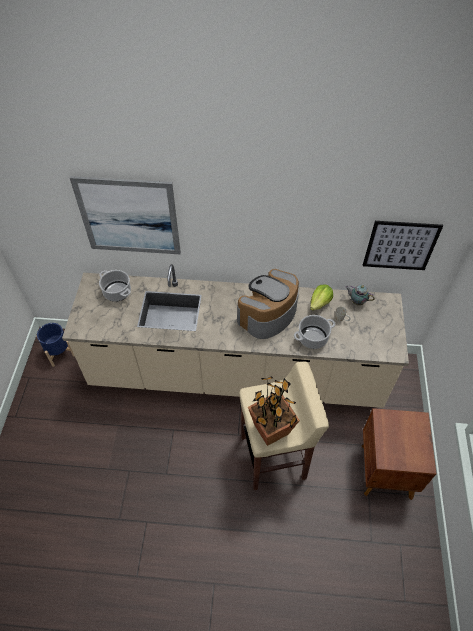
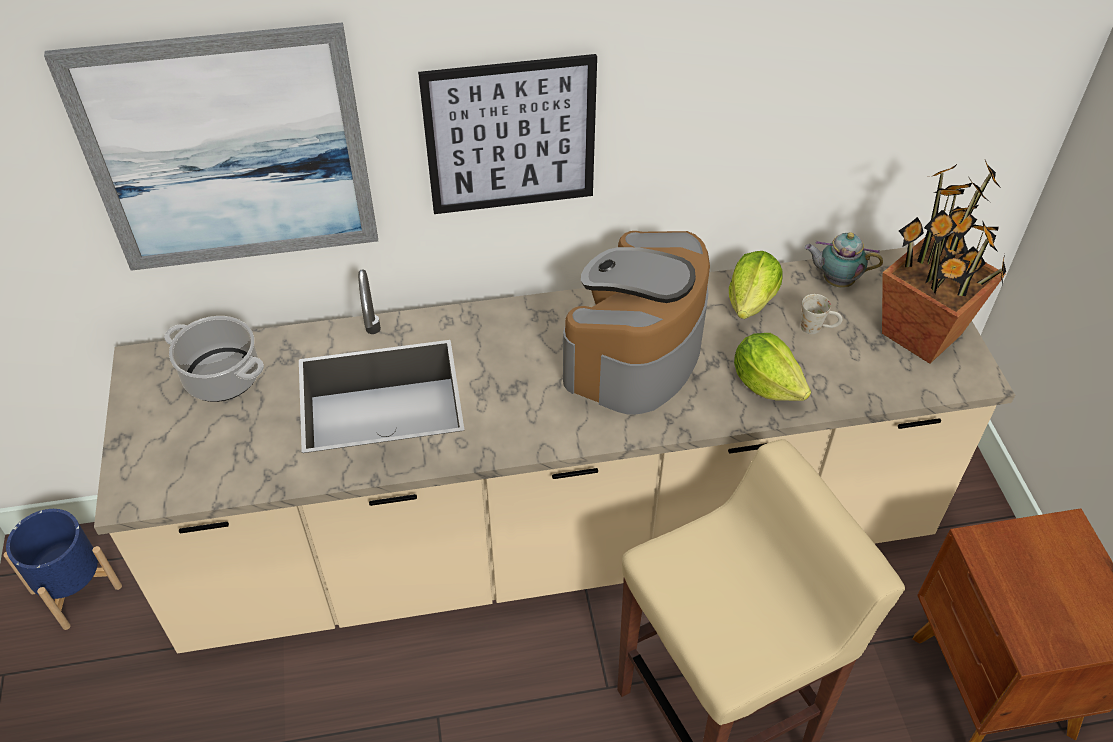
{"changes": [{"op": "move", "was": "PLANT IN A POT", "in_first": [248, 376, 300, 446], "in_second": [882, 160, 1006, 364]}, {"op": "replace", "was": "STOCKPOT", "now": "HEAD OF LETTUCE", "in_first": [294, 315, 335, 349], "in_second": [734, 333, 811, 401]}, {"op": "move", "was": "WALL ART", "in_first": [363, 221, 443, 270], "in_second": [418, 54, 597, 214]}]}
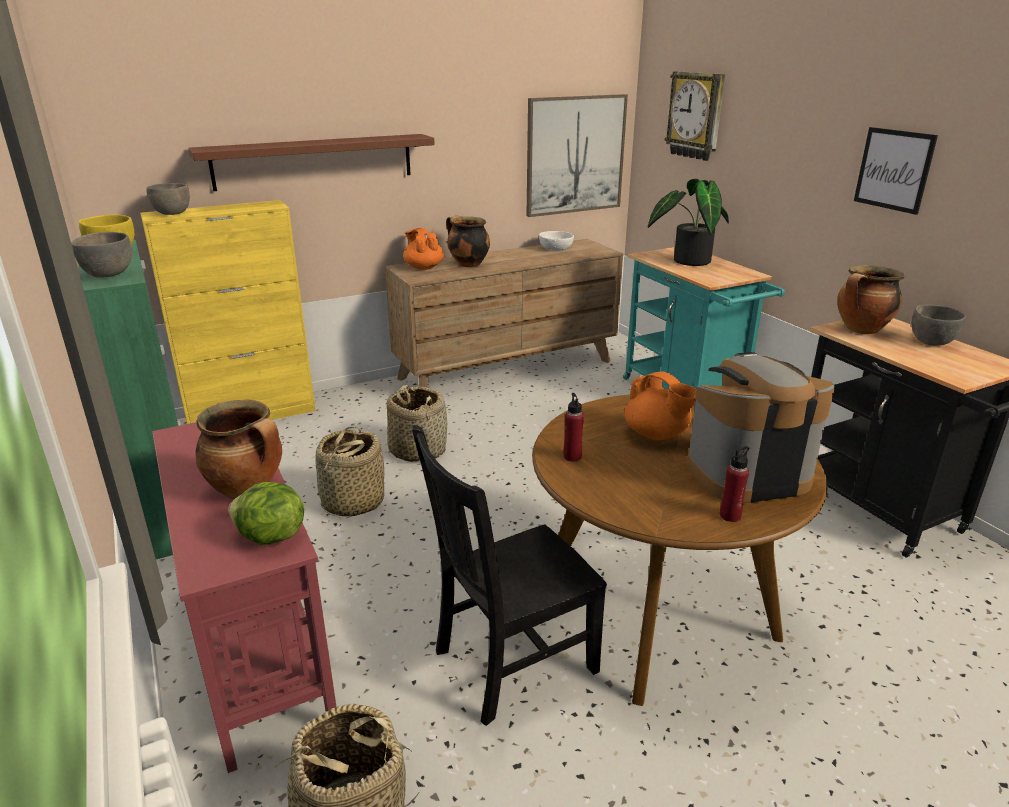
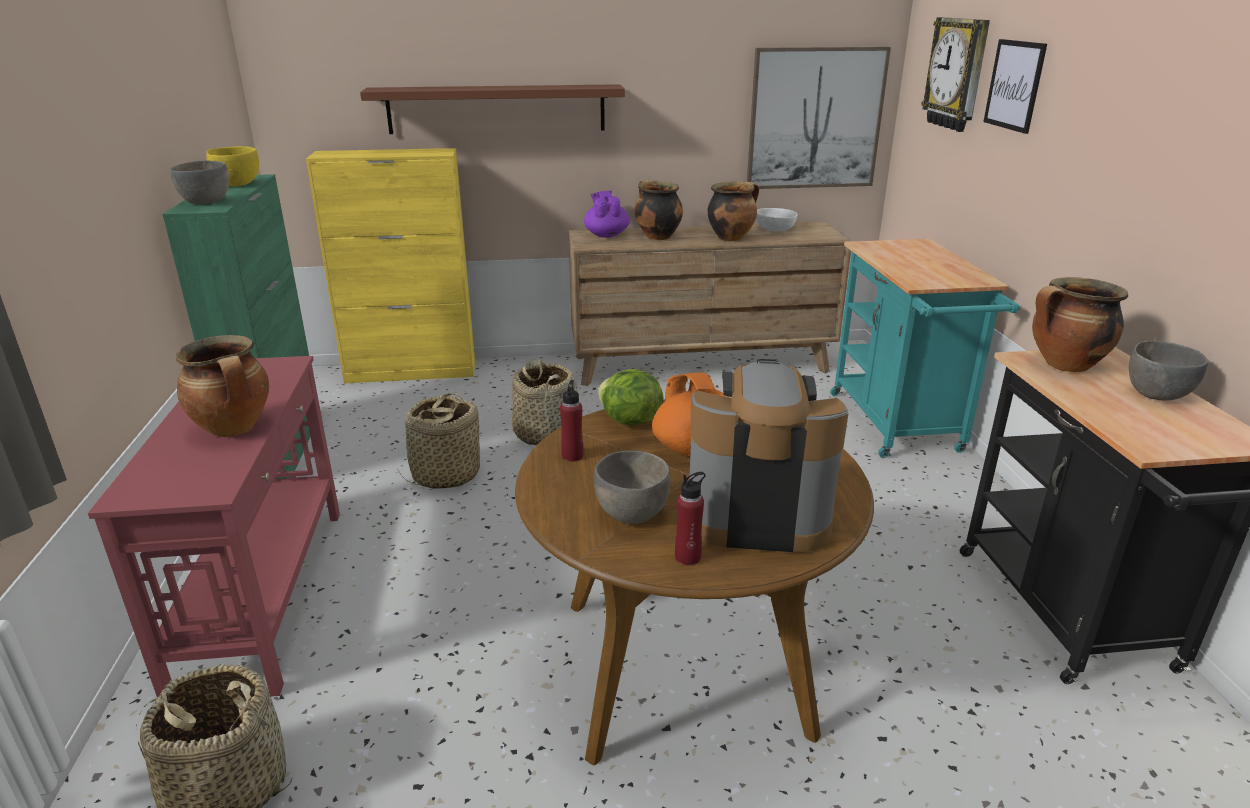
{"changes": [{"op": "move", "was": "GREY BOWL", "in_first": [146, 183, 190, 215], "in_second": [594, 451, 671, 524]}, {"op": "move", "was": "HEAD OF LETTUCE", "in_first": [228, 482, 304, 545], "in_second": [598, 369, 663, 425]}, {"op": "recolor", "was": "ORANGE TEA POT", "now": "PURPLE-COLOURED TEA POT", "in_first": [403, 228, 444, 270], "in_second": [584, 190, 630, 238]}, {"op": "delete", "was": "BLACKISH UPRIGHT CHAIR", "in_first": [411, 425, 607, 726]}, {"op": "delete", "was": "PLANT IN A POT", "in_first": [648, 179, 729, 266]}, {"op": "move", "was": "WALL ART", "in_first": [854, 127, 938, 215], "in_second": [983, 39, 1047, 134]}, {"op": "insert", "now": "STOCKPOT", "in_second": [708, 181, 759, 241]}]}
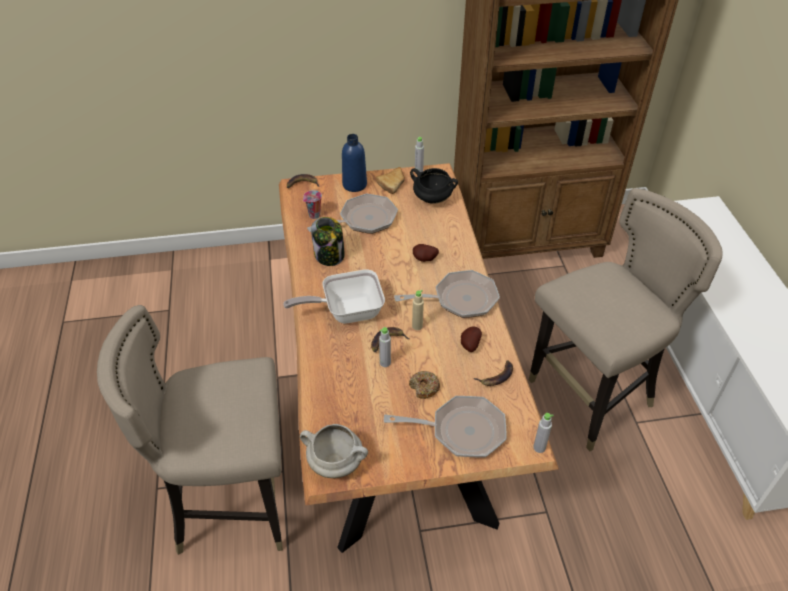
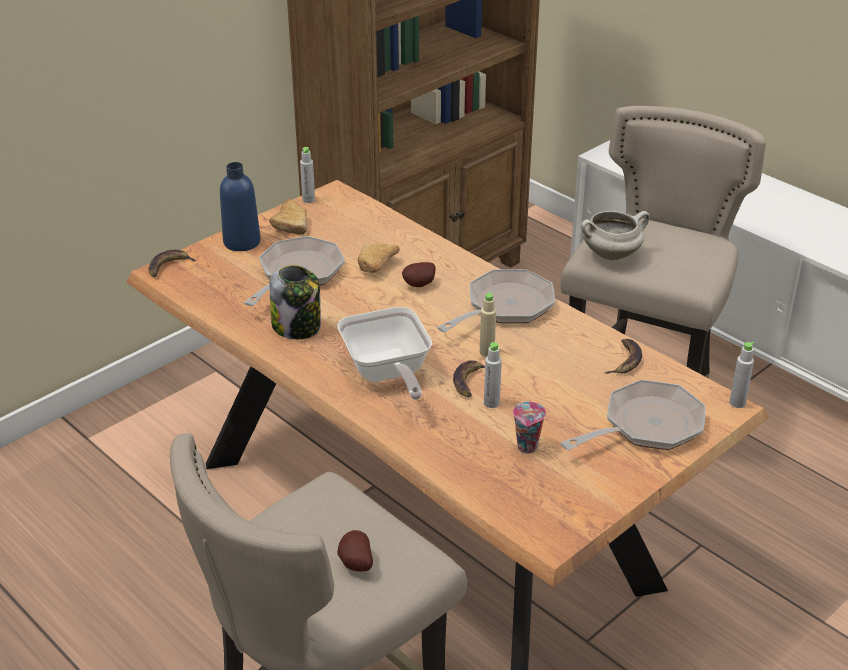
{"changes": [{"op": "rotate", "was": "PAN", "in_first": [284, 269, 385, 324], "in_second": [337, 307, 432, 400], "clockwise": -60}, {"op": "move", "was": "WHITE STOCKPOT", "in_first": [300, 424, 368, 478], "in_second": [581, 211, 650, 261]}, {"op": "move", "was": "DRINKING CUP", "in_first": [303, 190, 322, 219], "in_second": [513, 402, 546, 454]}, {"op": "delete", "was": "DOUGHNUT", "in_first": [409, 371, 440, 399]}, {"op": "delete", "was": "BLACKISH STOCKPOT", "in_first": [410, 168, 458, 204]}, {"op": "move", "was": "POTATO", "in_first": [461, 326, 482, 352], "in_second": [337, 530, 373, 571]}, {"op": "insert", "now": "BREAD", "in_second": [358, 243, 400, 273]}]}
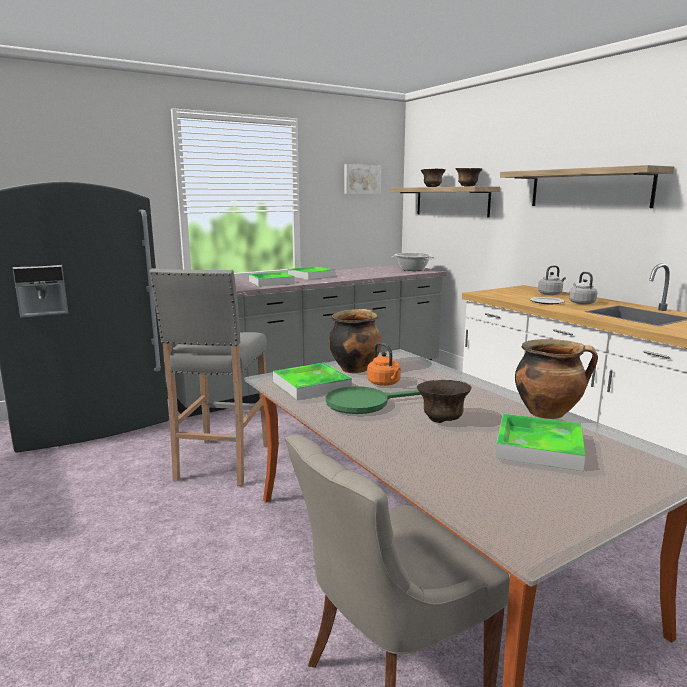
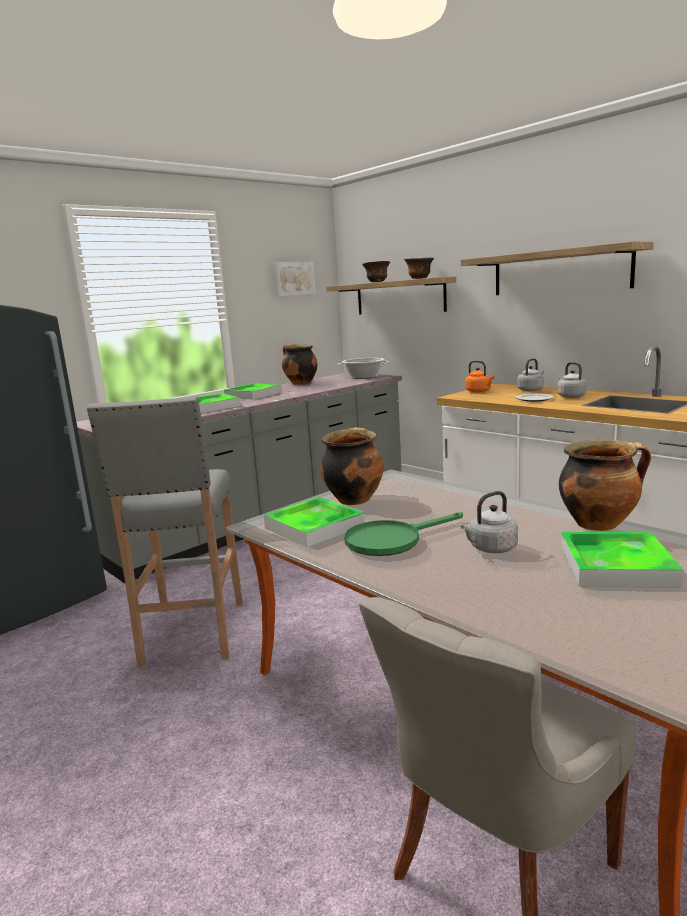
{"changes": [{"op": "move", "was": "ORANGE KETTLE", "in_first": [367, 342, 401, 386], "in_second": [465, 360, 495, 393]}, {"op": "replace", "was": "BROWNISH BOWL", "now": "GREY KETTLE", "in_first": [417, 380, 471, 423], "in_second": [461, 491, 518, 553]}, {"op": "insert", "now": "STOCKPOT", "in_second": [282, 344, 318, 385]}]}
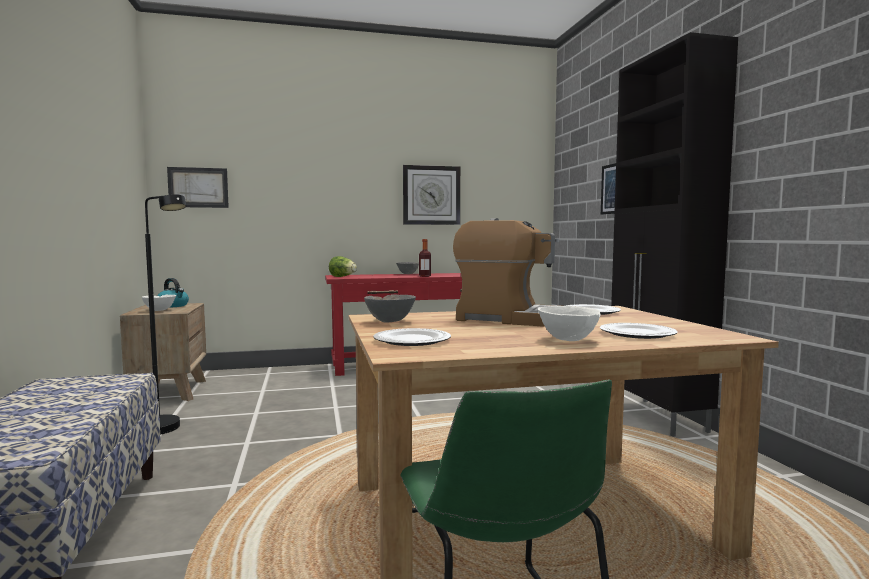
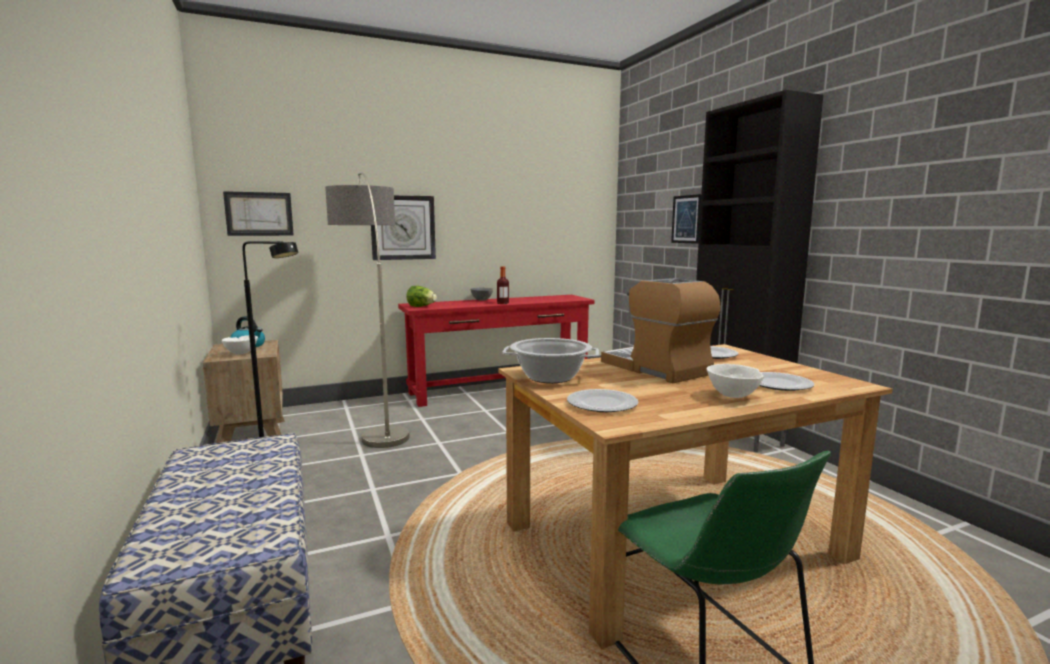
{"changes": [{"op": "replace", "was": "GREY BOWL", "now": "STOCKPOT", "in_first": [364, 294, 416, 322], "in_second": [502, 338, 599, 383]}, {"op": "move", "was": "WALL CLOCK", "in_first": [403, 165, 460, 225], "in_second": [371, 195, 436, 260]}, {"op": "rotate", "was": "COFFEE MACHINE", "in_first": [453, 218, 559, 327], "in_second": [601, 278, 721, 383], "clockwise": -135}, {"op": "insert", "now": "FLOOR LAMP", "in_second": [325, 172, 410, 448]}]}
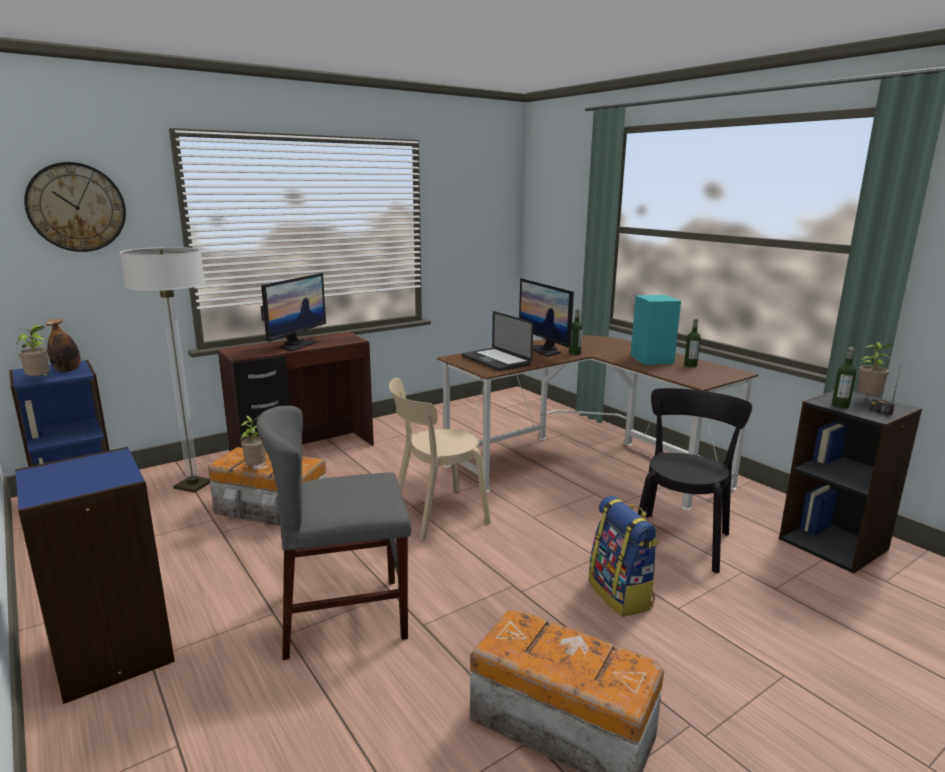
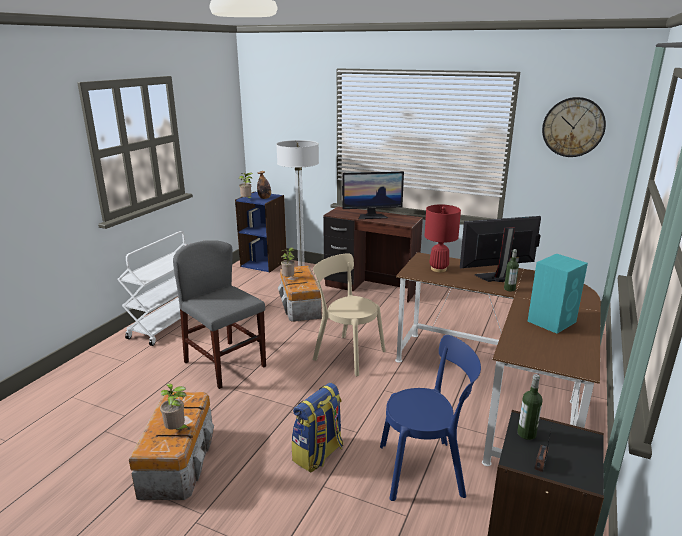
{"changes": [{"op": "replace", "was": "BLUE SHELVING UNIT", "now": "WHITE WHEELED CART", "in_first": [15, 447, 175, 704], "in_second": [117, 231, 187, 346]}, {"op": "move", "was": "WALL CLOCK", "in_first": [24, 162, 126, 252], "in_second": [542, 97, 606, 157]}, {"op": "replace", "was": "PORTABLE COMPUTER", "now": "RED-COLOURED TABLETOP LAMP", "in_first": [462, 311, 533, 371], "in_second": [424, 204, 461, 272]}, {"op": "rotate", "was": "COMPUTER SCREEN", "in_first": [519, 278, 574, 357], "in_second": [460, 216, 541, 282], "clockwise": 45}, {"op": "recolor", "was": "BLACKISH UPRIGHT CHAIR", "now": "BLUE UPRIGHT CHAIR", "in_first": [638, 388, 752, 573], "in_second": [380, 335, 481, 501]}, {"op": "delete", "was": "DRINK BOTTLE", "in_first": [684, 318, 701, 367]}, {"op": "move", "was": "PLANT IN A POT", "in_first": [857, 342, 891, 396], "in_second": [160, 383, 189, 430]}]}
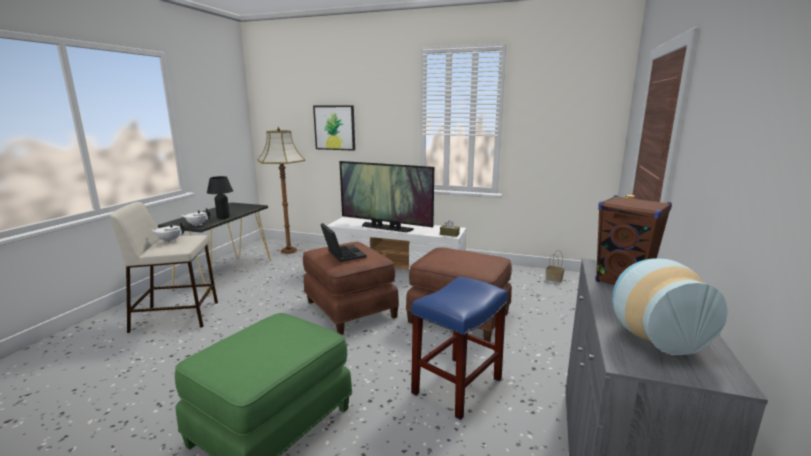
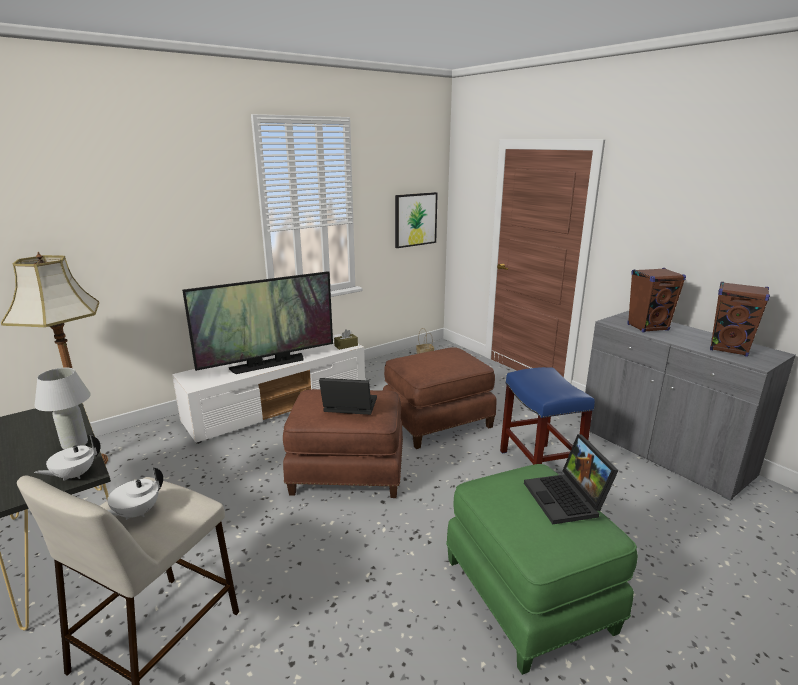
{"changes": [{"op": "recolor", "was": "BLACKISH TABLETOP LAMP", "now": "WHITE TABLETOP LAMP", "in_first": [207, 176, 233, 219], "in_second": [35, 368, 91, 449]}, {"op": "move", "was": "WALL ART", "in_first": [313, 105, 355, 151], "in_second": [395, 192, 438, 248]}, {"op": "replace", "was": "VASE", "now": "BROWNISH AUDIO SPEAKER", "in_first": [612, 259, 728, 355], "in_second": [710, 282, 770, 357]}, {"op": "insert", "now": "PORTABLE COMPUTER", "in_second": [524, 434, 618, 524]}]}
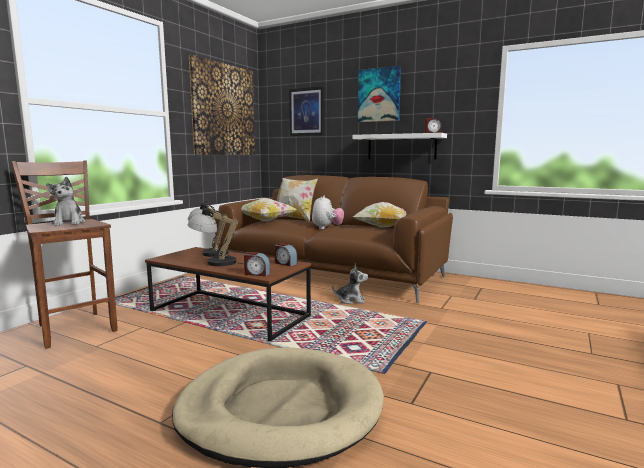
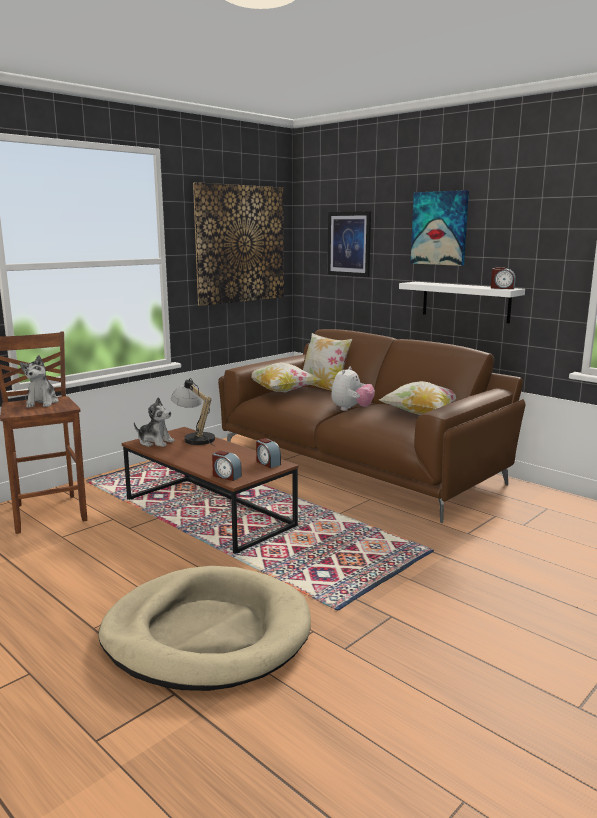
{"changes": [{"op": "delete", "was": "TABLETOP LAMP", "in_first": [187, 206, 244, 266]}, {"op": "move", "was": "PLUSH TOY", "in_first": [332, 264, 368, 304], "in_second": [134, 397, 175, 447]}]}
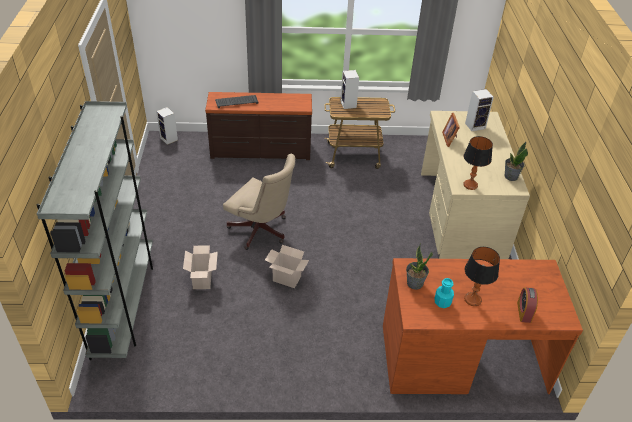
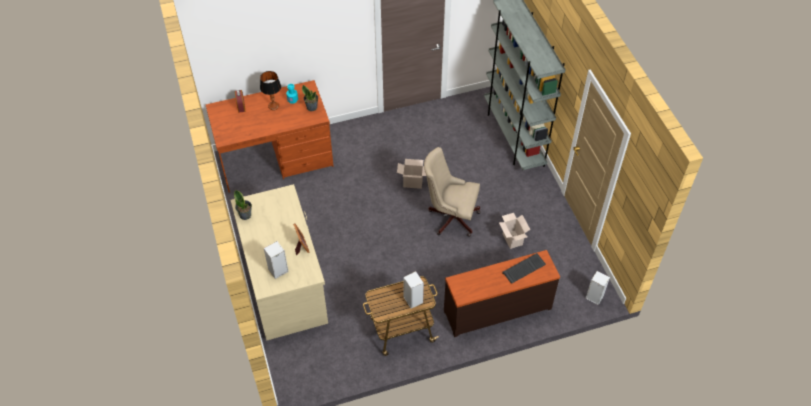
{"changes": [{"op": "move", "was": "PACKING BOX", "in_first": [183, 245, 218, 289], "in_second": [499, 213, 530, 249]}, {"op": "delete", "was": "TABLETOP LAMP", "in_first": [463, 136, 493, 190]}]}
